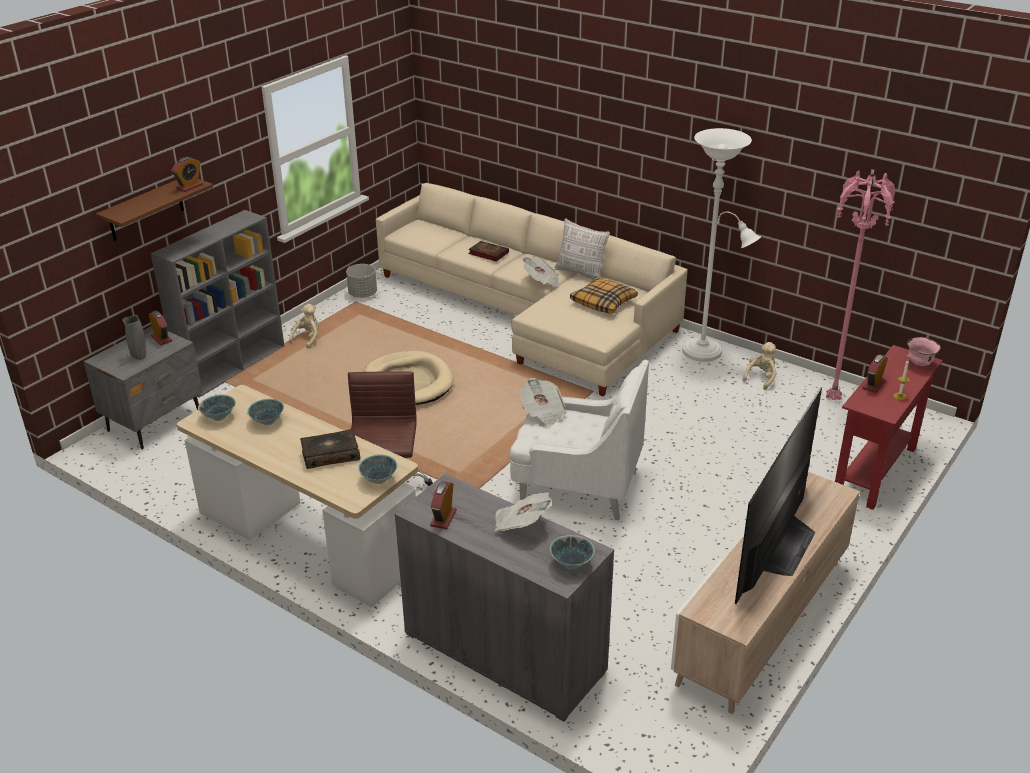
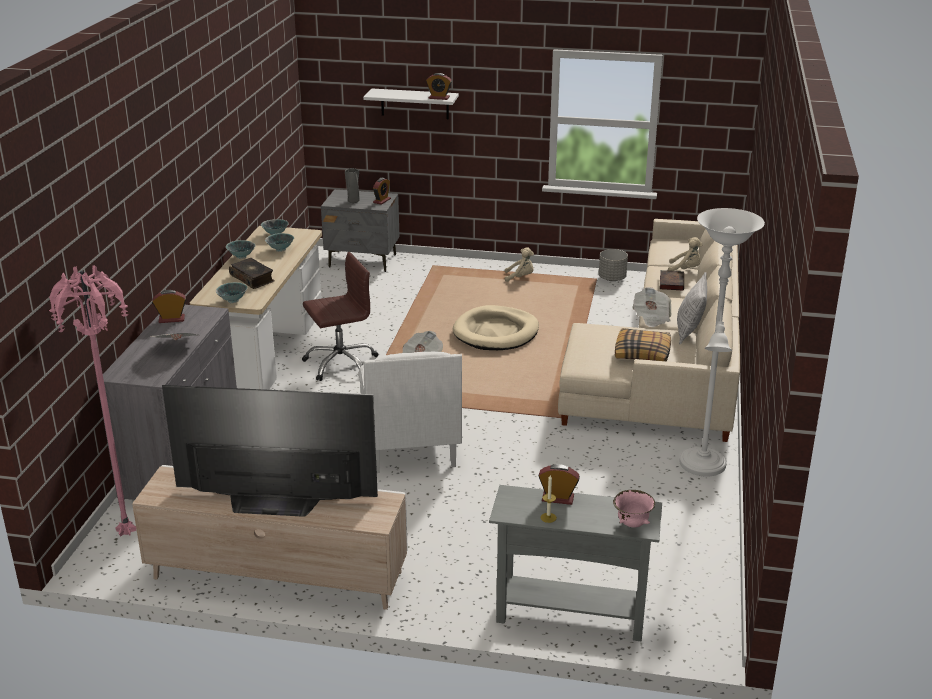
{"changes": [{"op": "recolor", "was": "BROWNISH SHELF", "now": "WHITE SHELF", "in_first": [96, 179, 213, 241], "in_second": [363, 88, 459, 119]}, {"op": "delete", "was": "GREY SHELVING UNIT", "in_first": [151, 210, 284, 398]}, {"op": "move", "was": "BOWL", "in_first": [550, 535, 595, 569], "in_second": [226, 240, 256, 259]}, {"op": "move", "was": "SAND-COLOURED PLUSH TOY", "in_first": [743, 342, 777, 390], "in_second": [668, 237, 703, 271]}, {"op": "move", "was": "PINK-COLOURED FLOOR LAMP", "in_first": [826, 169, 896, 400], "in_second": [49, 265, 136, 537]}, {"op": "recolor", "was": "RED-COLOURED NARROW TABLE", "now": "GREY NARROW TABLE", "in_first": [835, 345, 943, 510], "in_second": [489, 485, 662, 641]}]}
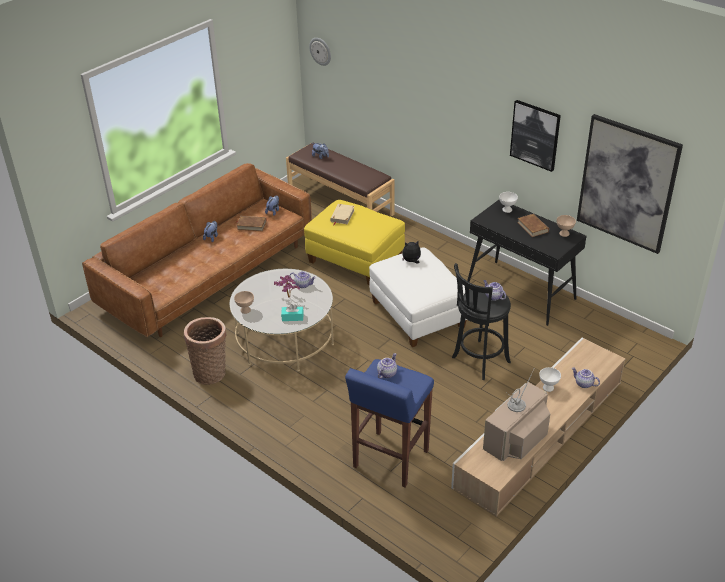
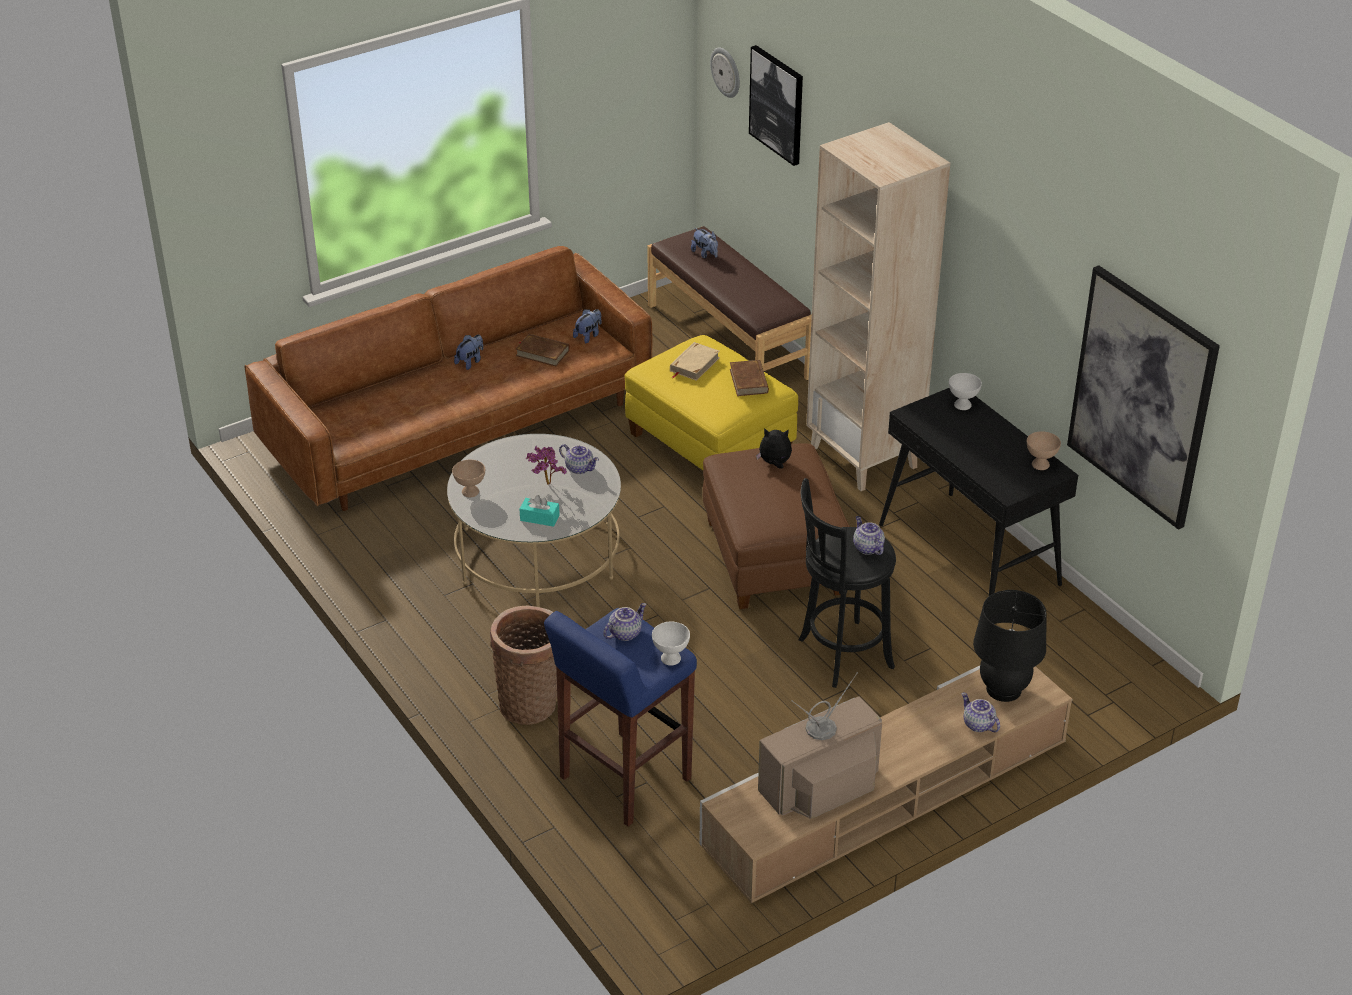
{"changes": [{"op": "move", "was": "STORAGE BASKET", "in_first": [184, 317, 226, 385], "in_second": [490, 605, 557, 725]}, {"op": "recolor", "was": "WHITE OTTOMAN", "now": "BROWNISH OTTOMAN", "in_first": [369, 247, 467, 347], "in_second": [703, 443, 850, 609]}, {"op": "move", "was": "WALL ART", "in_first": [510, 100, 561, 172], "in_second": [749, 45, 803, 166]}, {"op": "move", "was": "BROWNISH BOUND BOOK", "in_first": [517, 214, 549, 237], "in_second": [730, 360, 769, 396]}, {"op": "move", "was": "WHITE BOWL", "in_first": [539, 367, 561, 392], "in_second": [652, 622, 690, 666]}, {"op": "insert", "now": "SAND-COLOURED SHELVING UNIT", "in_second": [806, 122, 950, 491]}, {"op": "insert", "now": "BLACKISH TABLETOP LAMP", "in_second": [973, 590, 1046, 702]}]}
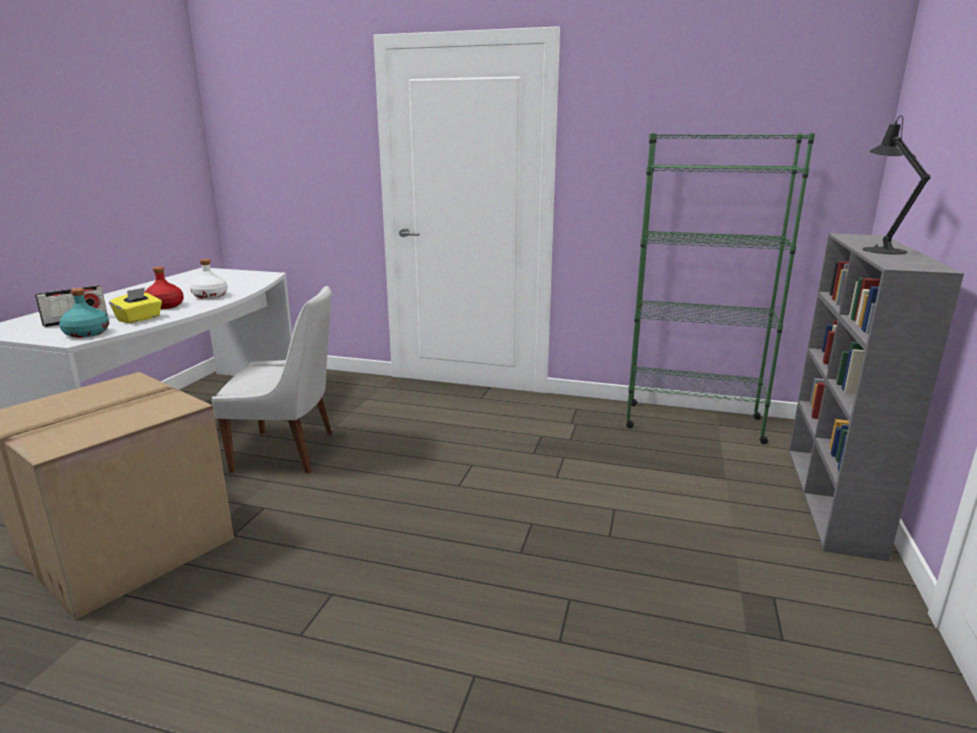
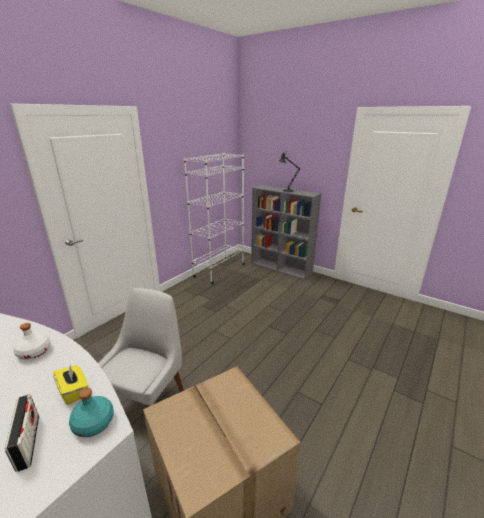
{"changes": [{"op": "delete", "was": "RED-COLOURED DRINK BOTTLE", "in_first": [144, 267, 184, 309]}, {"op": "recolor", "was": "GREEN-COLOURED SHELVING UNIT", "now": "WHITE SHELVING UNIT", "in_first": [626, 133, 815, 444], "in_second": [184, 153, 245, 284]}]}
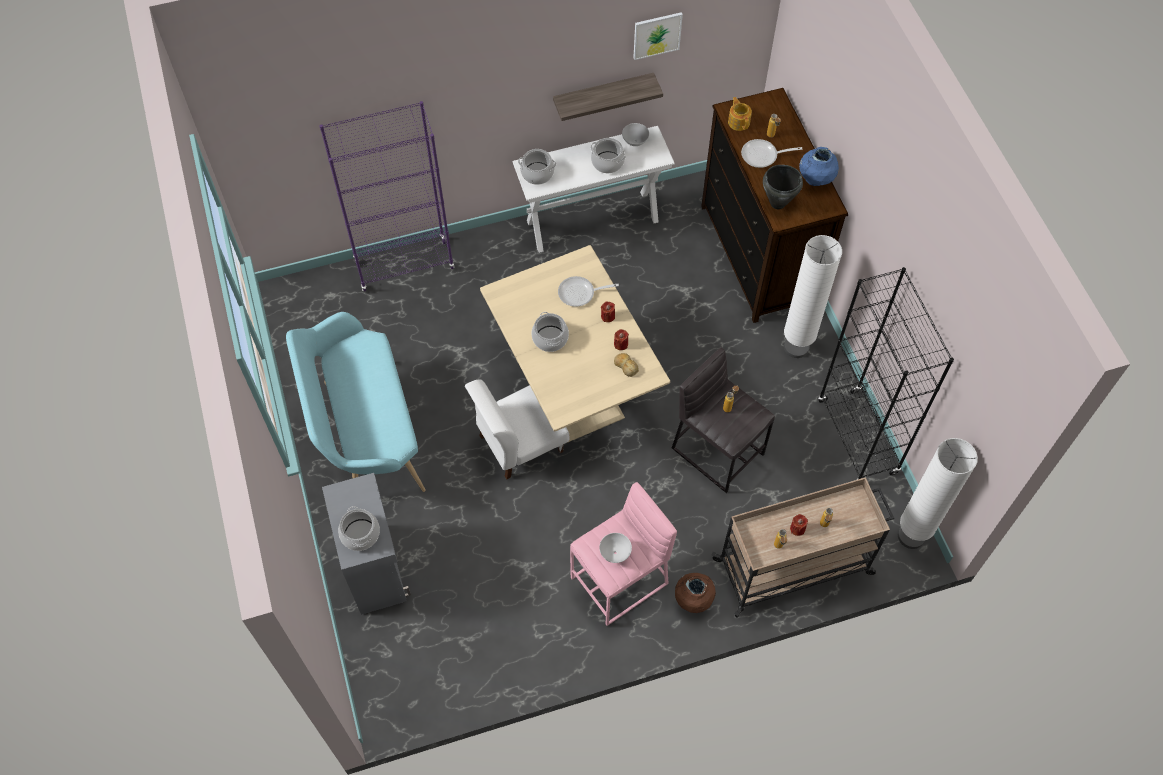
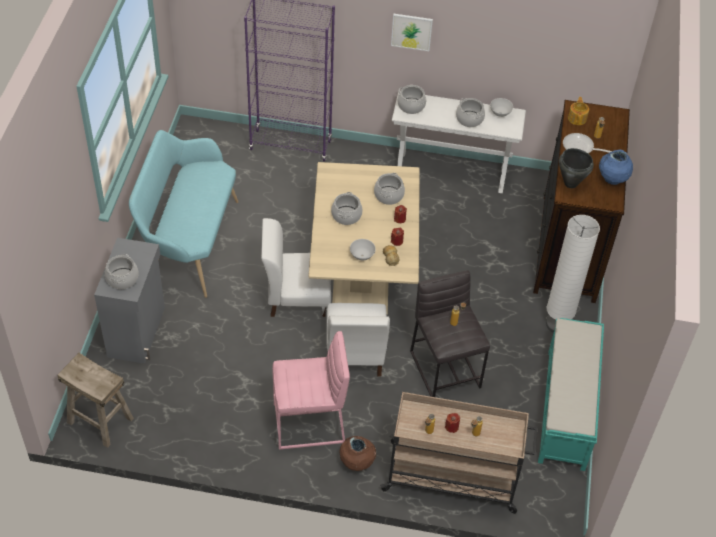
{"changes": [{"op": "delete", "was": "SHELF", "in_first": [553, 73, 663, 121]}, {"op": "replace", "was": "PAN", "now": "STOCKPOT", "in_first": [558, 276, 619, 307], "in_second": [374, 173, 405, 205]}, {"op": "move", "was": "WHITE BOWL", "in_first": [599, 533, 632, 563], "in_second": [350, 239, 376, 261]}, {"op": "move", "was": "WALL ART", "in_first": [633, 12, 683, 60], "in_second": [391, 14, 433, 51]}, {"op": "replace", "was": "BLACKISH SHELVING UNIT", "now": "TURQUOISE BENCH", "in_first": [818, 267, 954, 480], "in_second": [538, 318, 604, 471]}, {"op": "delete", "was": "WHITE FLOOR LAMP", "in_first": [898, 438, 978, 549]}, {"op": "insert", "now": "SAND-COLOURED STOOL SEAT", "in_second": [57, 353, 134, 448]}, {"op": "insert", "now": "WHITE UPRIGHT CHAIR", "in_second": [326, 303, 390, 376]}]}
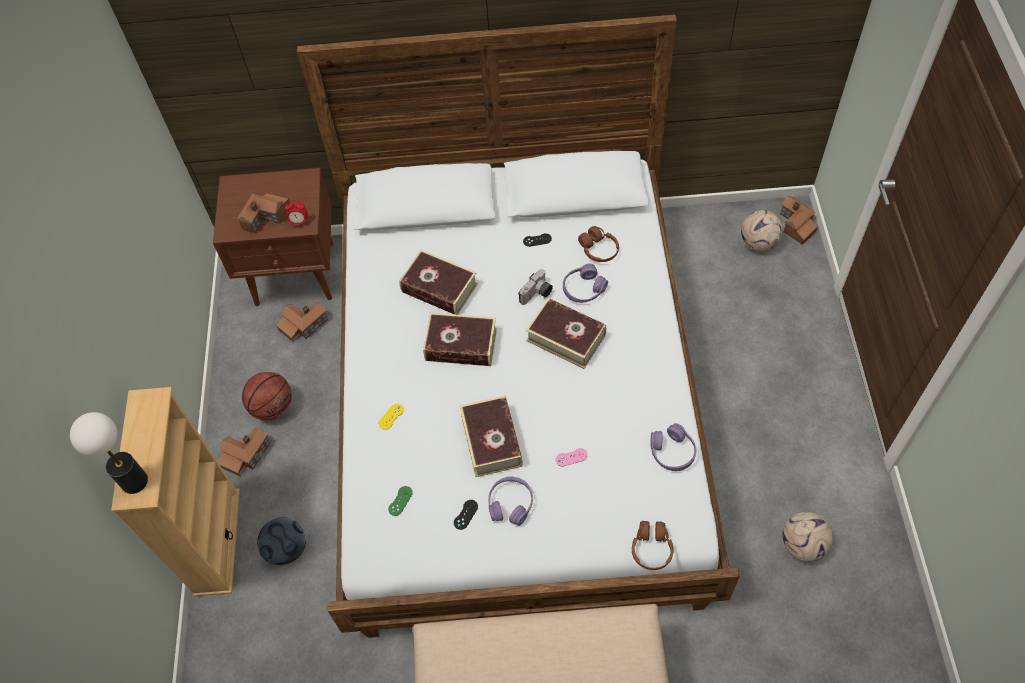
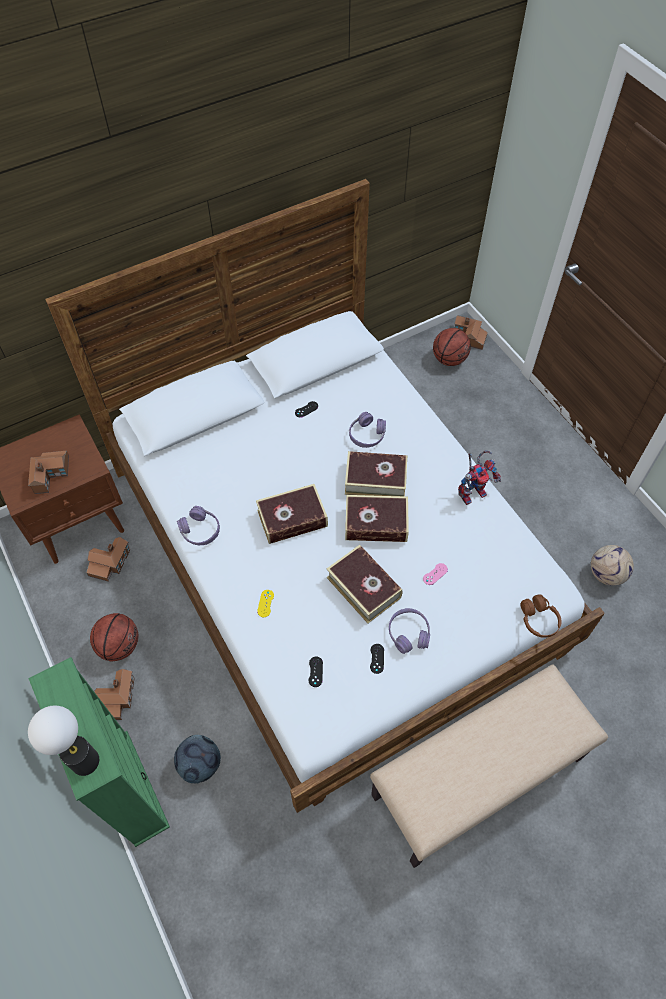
{"changes": [{"op": "recolor", "was": "SAND-COLOURED SHELVING UNIT", "now": "GREEN-COLOURED SHELVING UNIT", "in_first": [111, 387, 240, 597], "in_second": [28, 657, 170, 847]}, {"op": "delete", "was": "TABLE CLOCK", "in_first": [285, 200, 308, 226]}, {"op": "recolor", "was": "GREEN-COLOURED JOYPAD", "now": "BLACKISH JOYPAD", "in_first": [388, 486, 413, 516], "in_second": [309, 656, 323, 687]}, {"op": "move", "was": "BOUND BOOK", "in_first": [399, 250, 478, 315], "in_second": [345, 495, 409, 542]}, {"op": "delete", "was": "STILL CAMERA", "in_first": [518, 269, 553, 305]}, {"op": "delete", "was": "BROWNISH HEADPHONES", "in_first": [578, 226, 619, 262]}, {"op": "move", "was": "PURPLE-COLOURED HEADPHONES", "in_first": [650, 423, 696, 471], "in_second": [177, 506, 220, 545]}, {"op": "replace", "was": "FOOTBALL BALL", "now": "BALL FOR BASKETBALL", "in_first": [741, 210, 783, 251], "in_second": [433, 328, 471, 366]}, {"op": "insert", "now": "MODEL ROBOT", "in_second": [458, 450, 501, 505]}]}
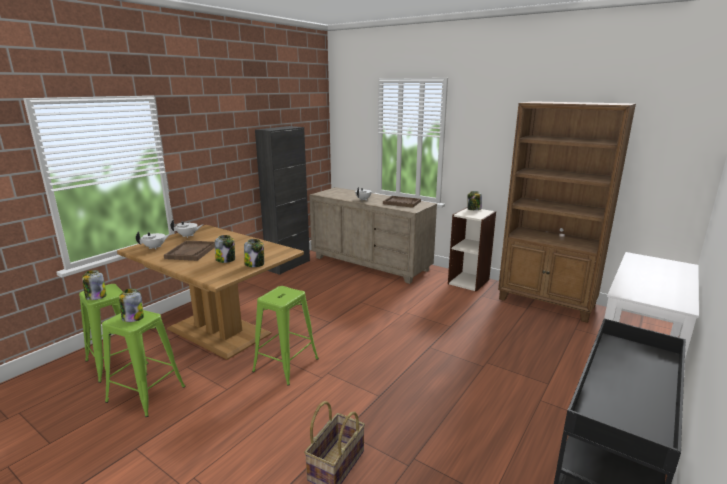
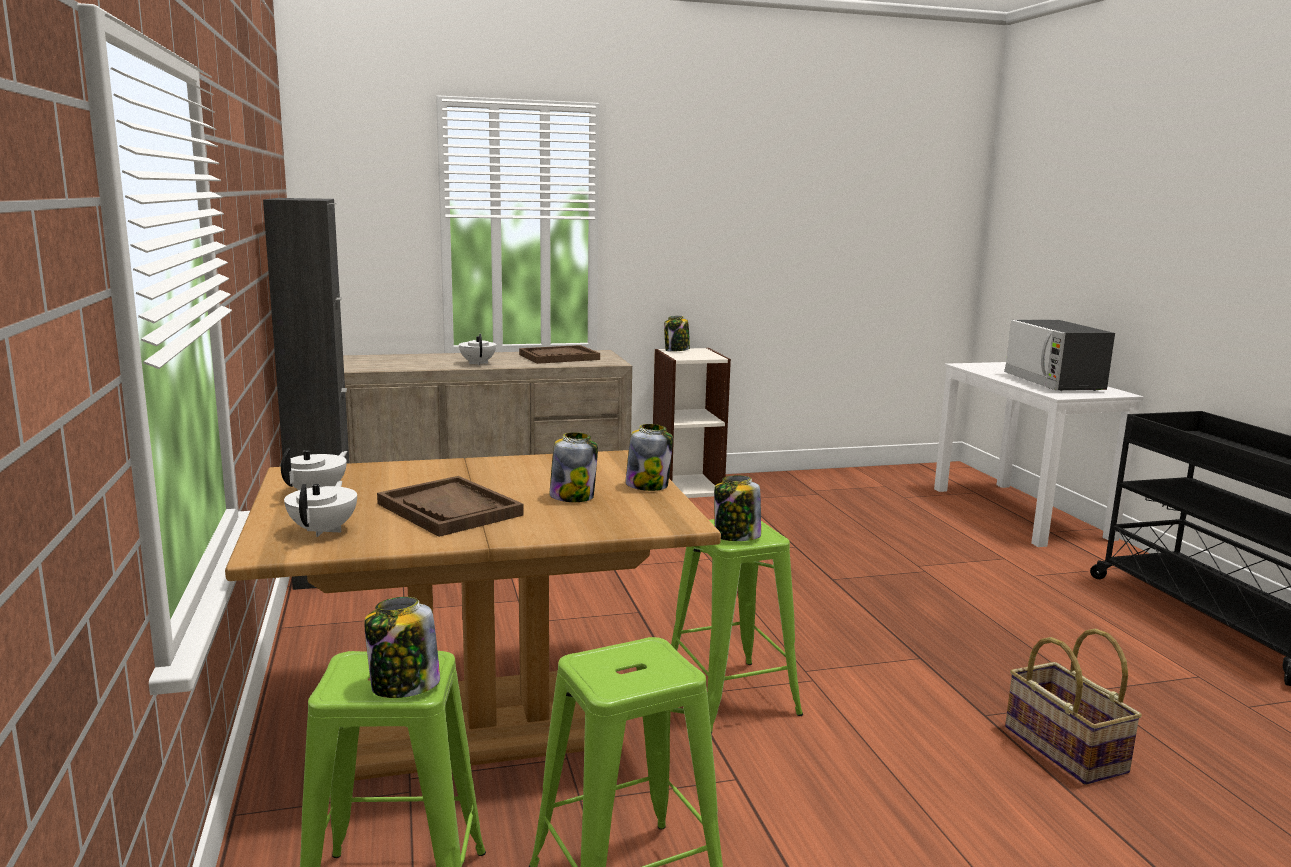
{"changes": [{"op": "move", "was": "STORAGE JAR", "in_first": [119, 289, 144, 322], "in_second": [714, 476, 761, 541]}, {"op": "delete", "was": "BROWNISH SHELVING UNIT", "in_first": [498, 101, 636, 323]}, {"op": "insert", "now": "MICROWAVE OVEN", "in_second": [1004, 320, 1115, 391]}]}
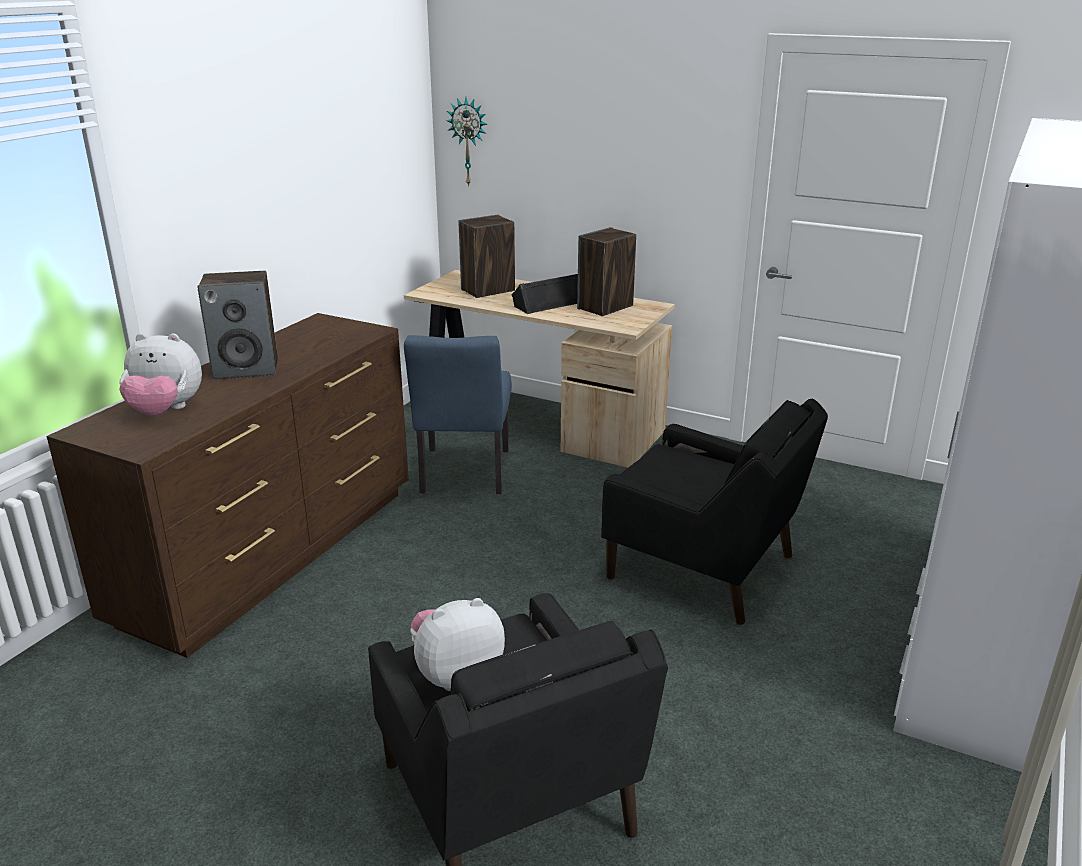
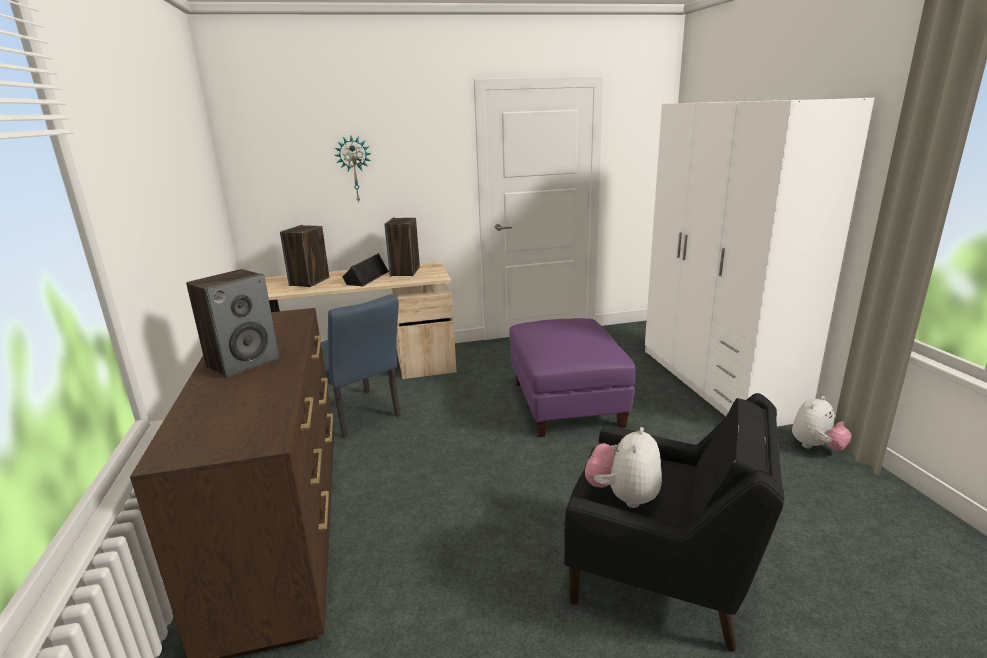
{"changes": [{"op": "move", "was": "PLUSH TOY", "in_first": [119, 333, 202, 416], "in_second": [792, 396, 852, 451]}, {"op": "move", "was": "WALL CLOCK", "in_first": [446, 98, 487, 187], "in_second": [334, 136, 372, 203]}, {"op": "replace", "was": "BLACKISH EASY CHAIR", "now": "PURPLE-COLOURED OTTOMAN", "in_first": [601, 399, 828, 625], "in_second": [509, 318, 635, 437]}]}
